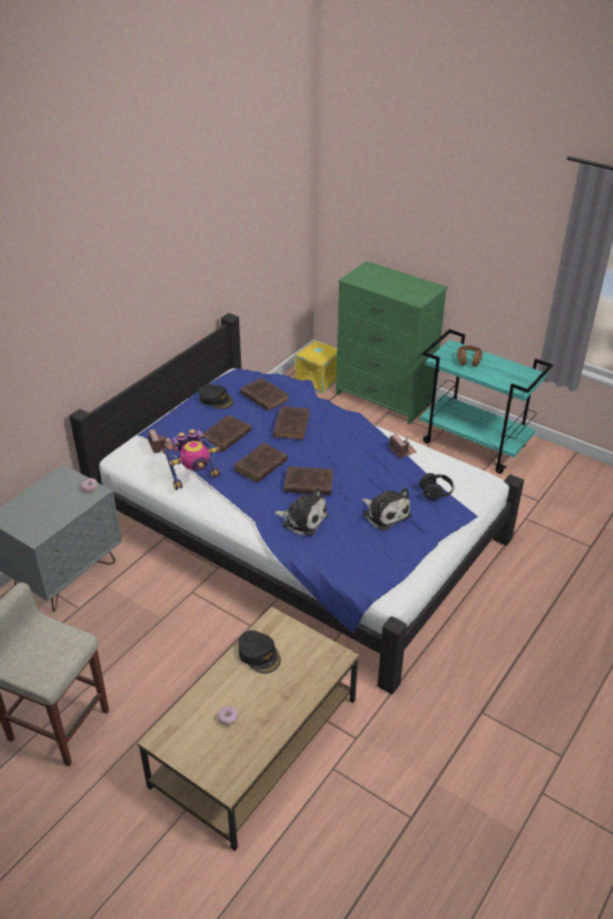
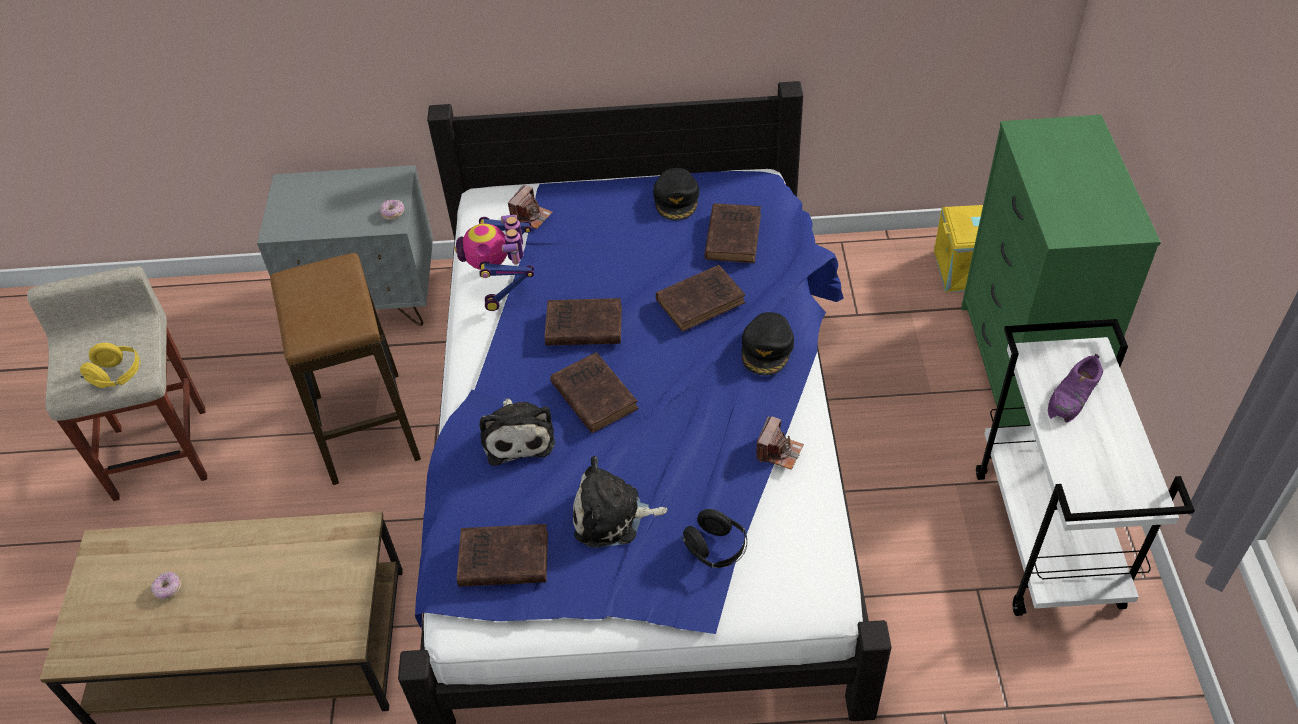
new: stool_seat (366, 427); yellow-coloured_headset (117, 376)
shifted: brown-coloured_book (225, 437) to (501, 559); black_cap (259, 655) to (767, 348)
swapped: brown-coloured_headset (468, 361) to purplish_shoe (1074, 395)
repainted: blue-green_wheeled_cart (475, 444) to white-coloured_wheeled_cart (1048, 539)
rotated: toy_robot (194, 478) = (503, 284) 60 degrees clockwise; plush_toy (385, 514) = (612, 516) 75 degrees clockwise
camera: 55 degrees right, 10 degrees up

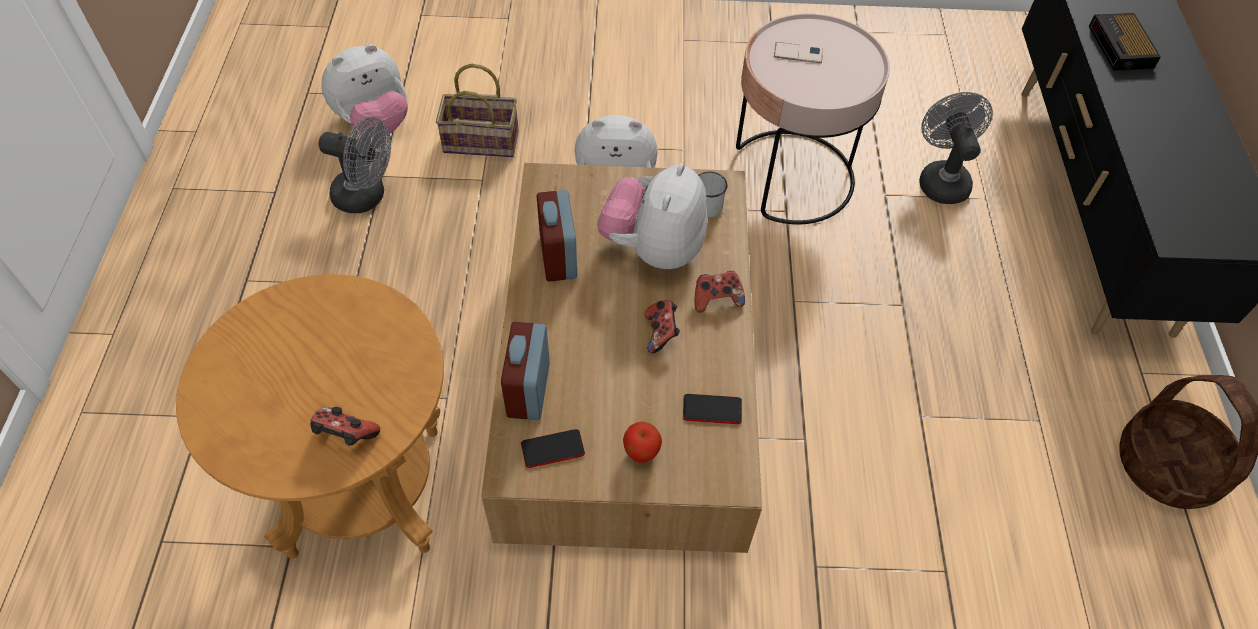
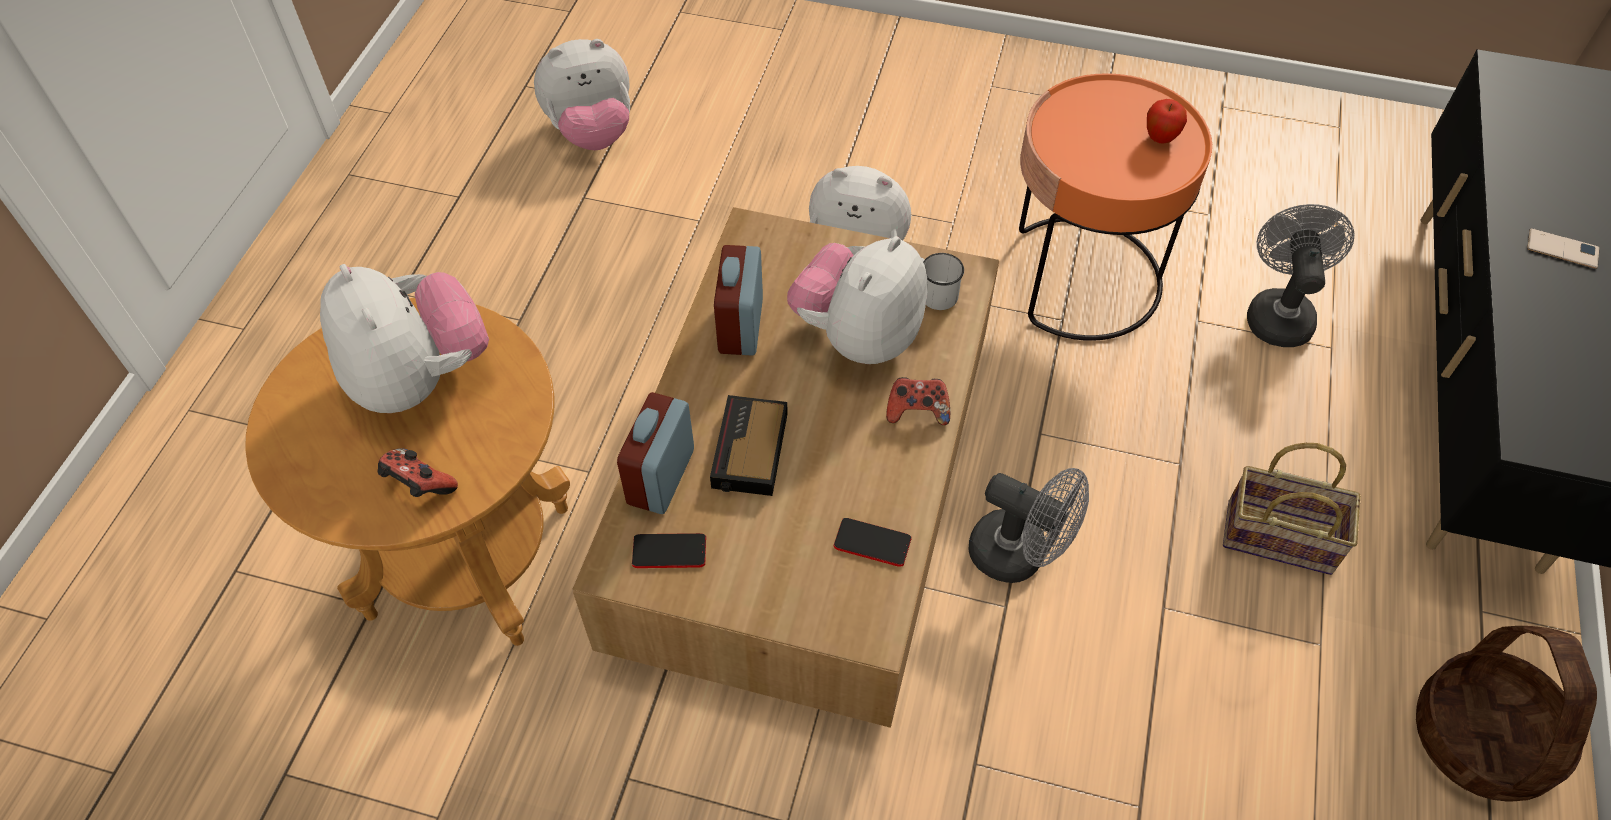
gone: joypad (661, 333)
new: plush_toy (419, 379)
shifted: bedside_clock (1121, 48) to (749, 452); telephone (798, 53) to (1562, 249); basket (483, 141) to (1282, 536); gray_cooling_fan (367, 197) to (1019, 556); whole_apple (641, 453) to (1160, 138)
repainted: pink_accent_table (791, 177) to orange_accent_table (1080, 278)
camera: 15 degrees right, 0 degrees up

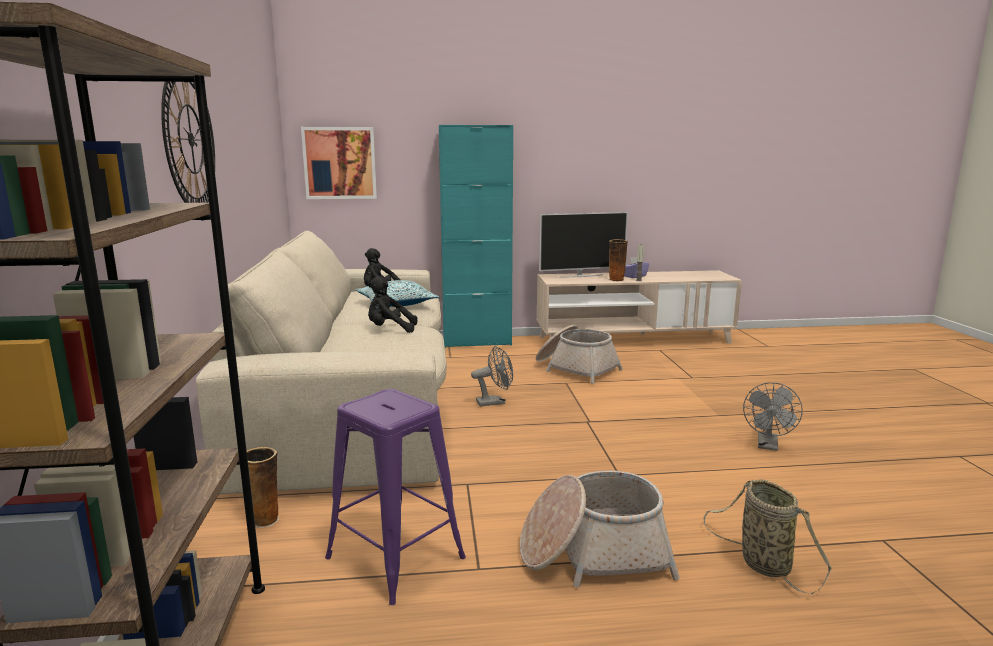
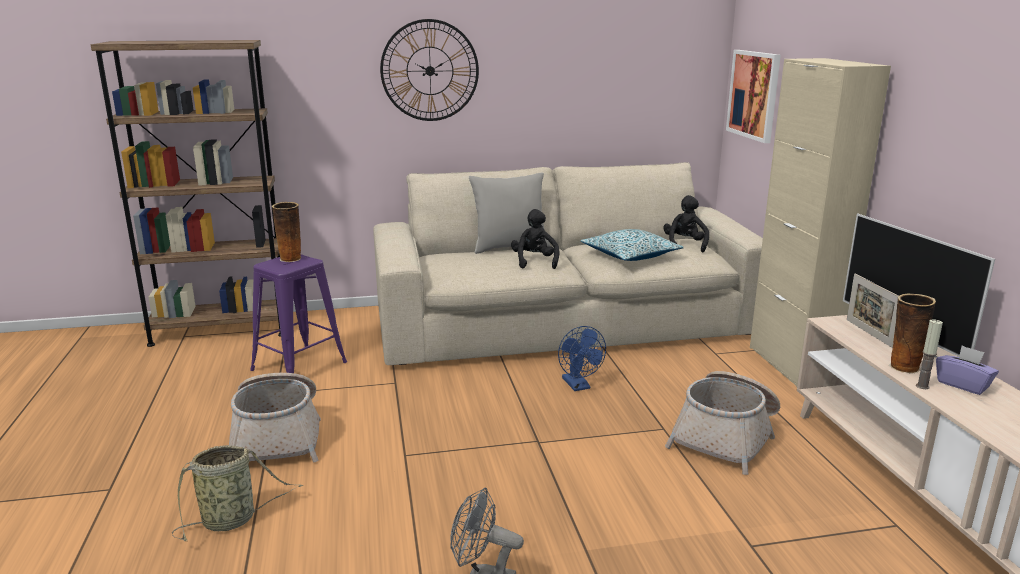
new: gray_pillow (509, 247); standing_frame (868, 333)
shifted: vase (266, 519) to (291, 259)
repainted: blue-green_cabinet (477, 342) to beige-coloured_cabinet (791, 365); gray_cooling_fan (495, 402) to blue_cooling_fan (578, 386)
camera: 85 degrees right, 5 degrees up

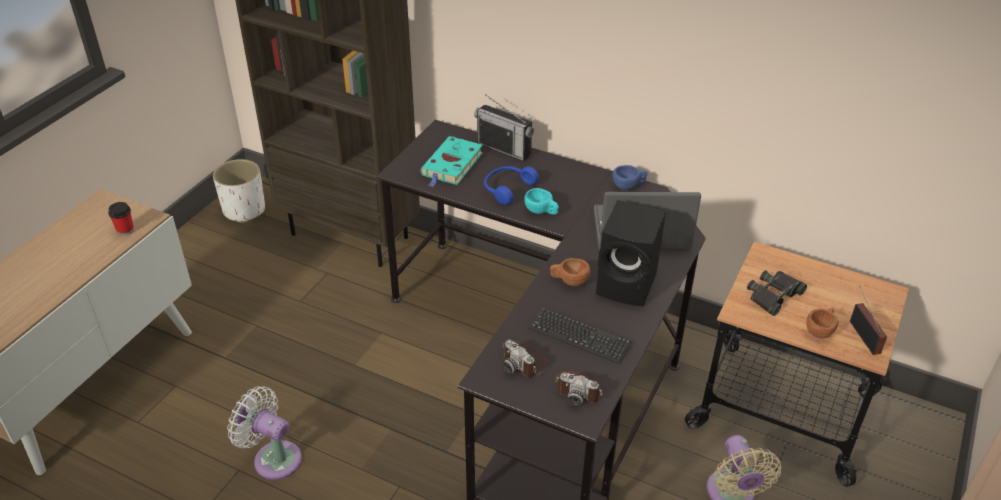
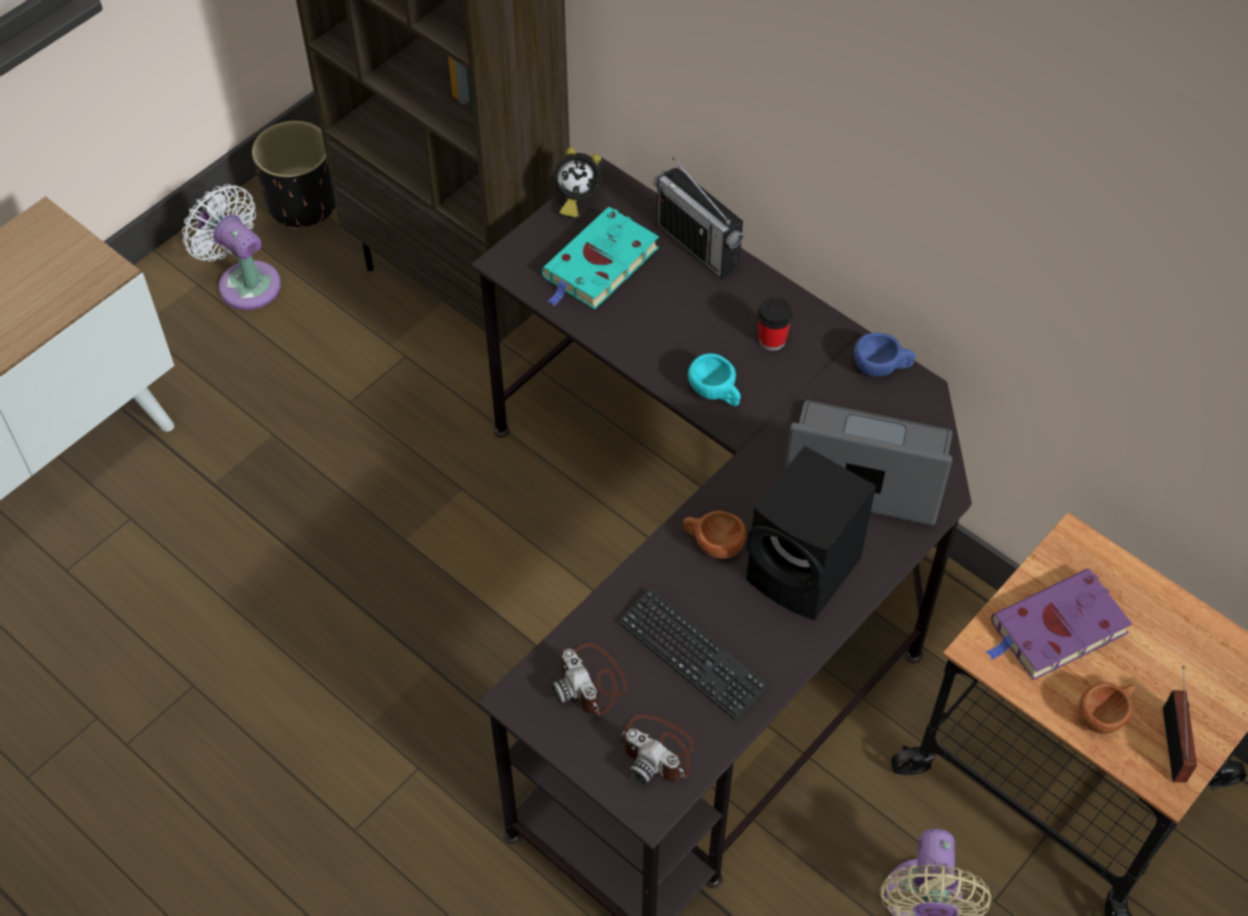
gone: blue_headset (507, 189)
new: bedside_clock (576, 199)
shifted: drinking_cup (125, 230) to (772, 340); white-coloured_cooling_fan (273, 458) to (245, 281)
swapped: black_binoculars (774, 295) to purplish_book (1055, 630)
repainted: white-coloured_flower_pot (244, 210) to black_flower_pot (303, 204)
camera: 15 degrees right, 15 degrees up

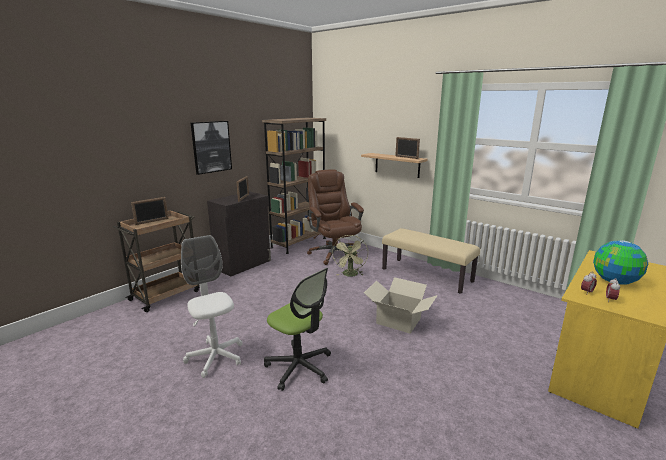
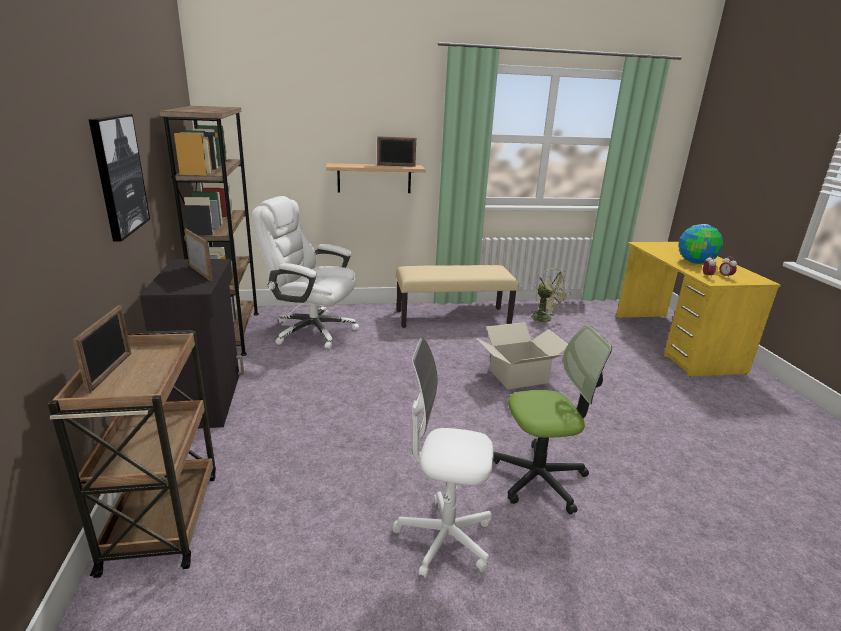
shifted: green-coloured_cooling_fan (350, 275) to (545, 319)
repainted: brown-coloured_computer_chair (334, 253) to white-coloured_computer_chair (312, 330)
camera: 50 degrees left, 5 degrees up

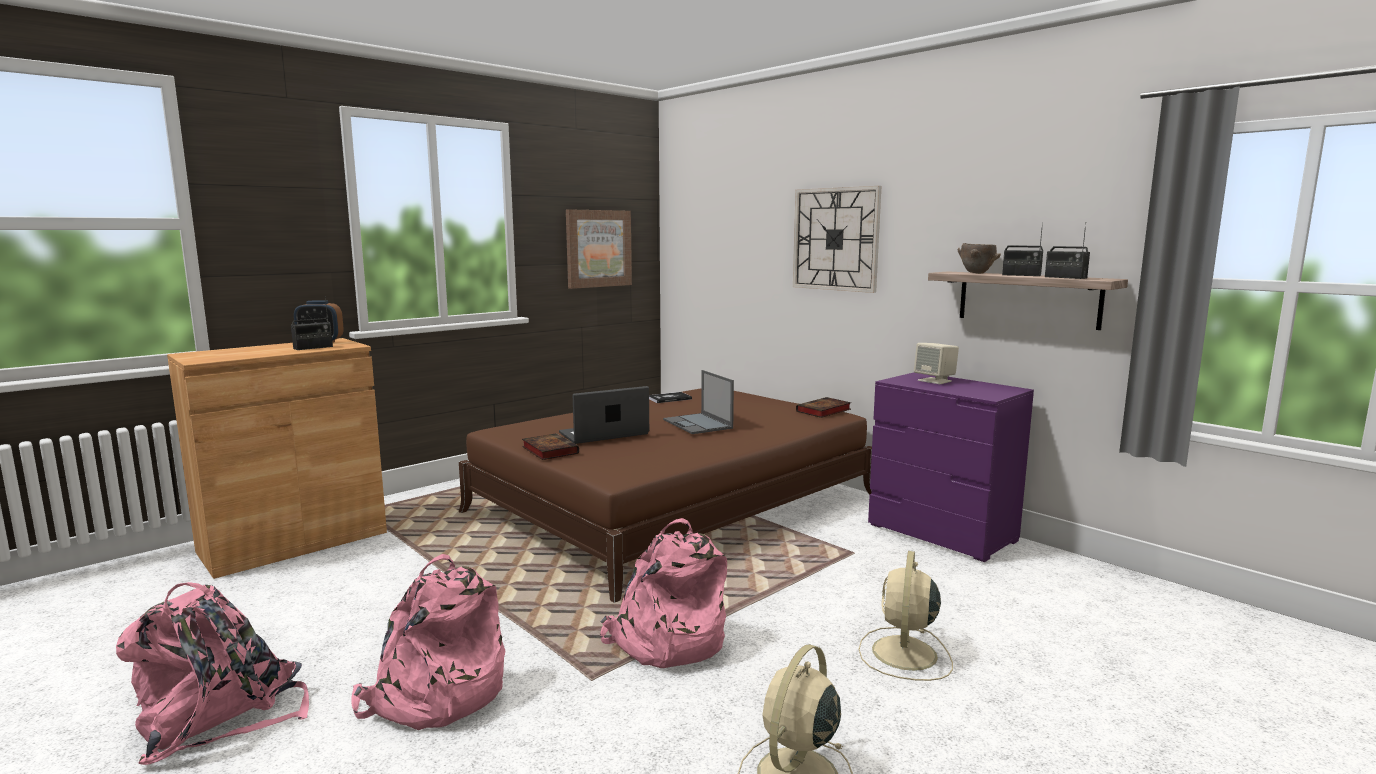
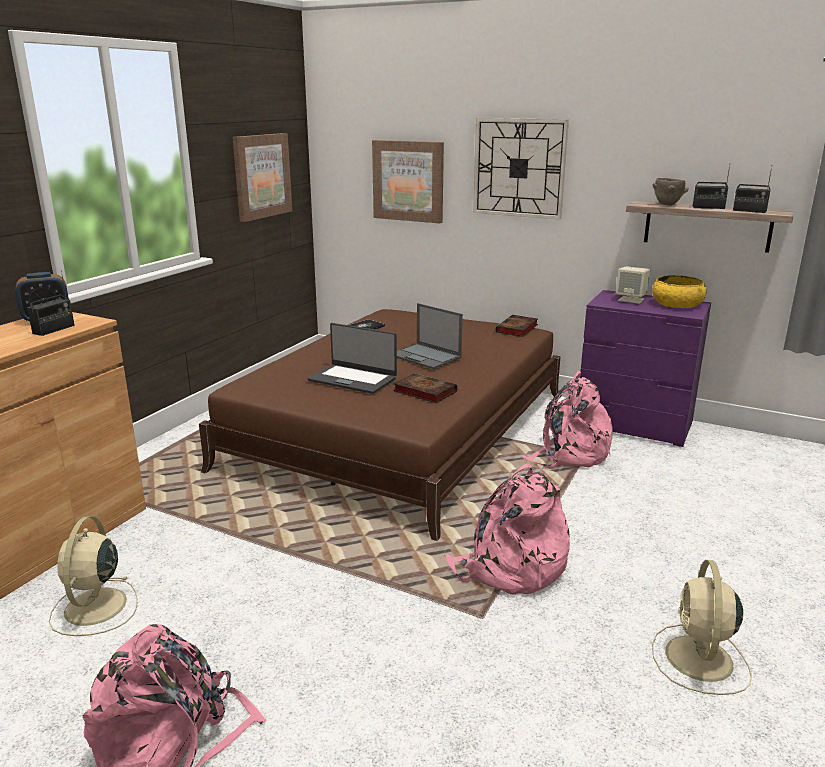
new: wall_art (408, 181); yellow-coloured_bowl (677, 304)
shifted: book (548, 450) to (423, 391); beige-coloured_cooling_fan (904, 654) to (94, 608); pink_rucksack (435, 695) to (569, 453)
rotated: laptop (604, 434) = (353, 379) 105 degrees counterclockwise
camera: 20 degrees left, 10 degrees up

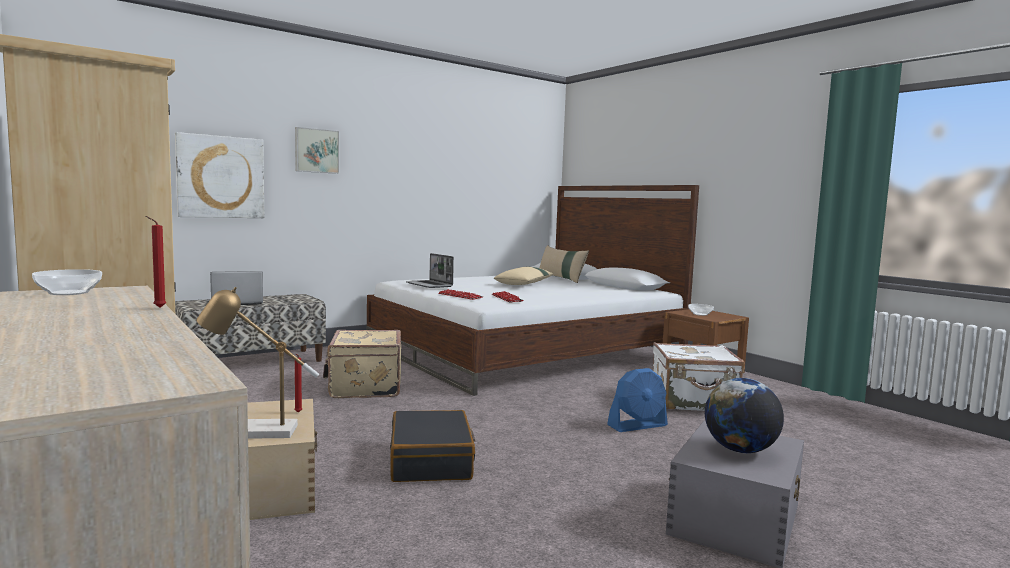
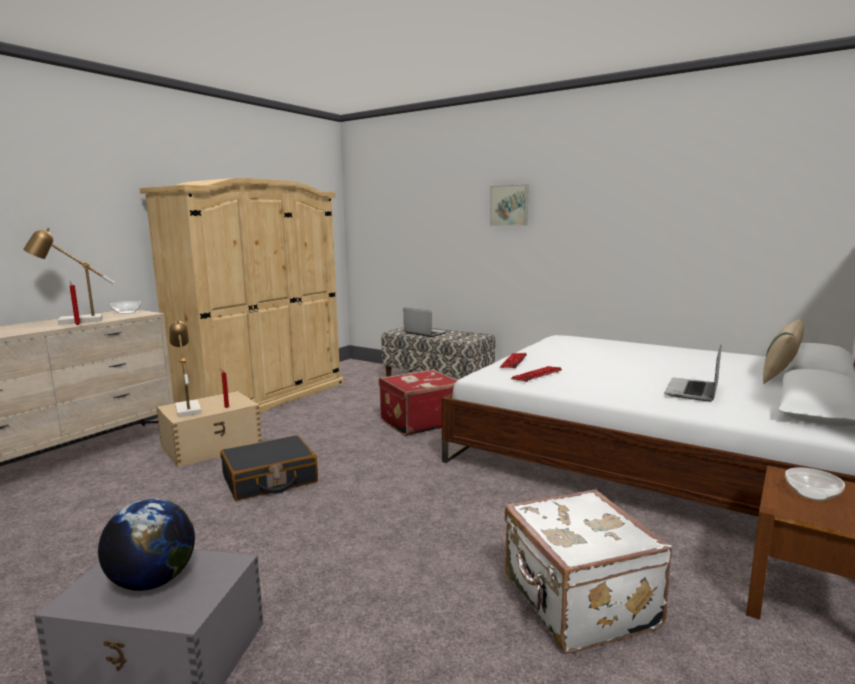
gone: wall_art (220, 177); beige-coloured_pillow (525, 284); blue_cooling_fan (637, 425)
new: lamp_for_a_table (74, 321)
shifted: laptop (430, 285) to (693, 391)
repainted: beige-coloured_travel_case (364, 387) to reddish_travel_case (419, 422)
camera: 70 degrees right, 5 degrees up

